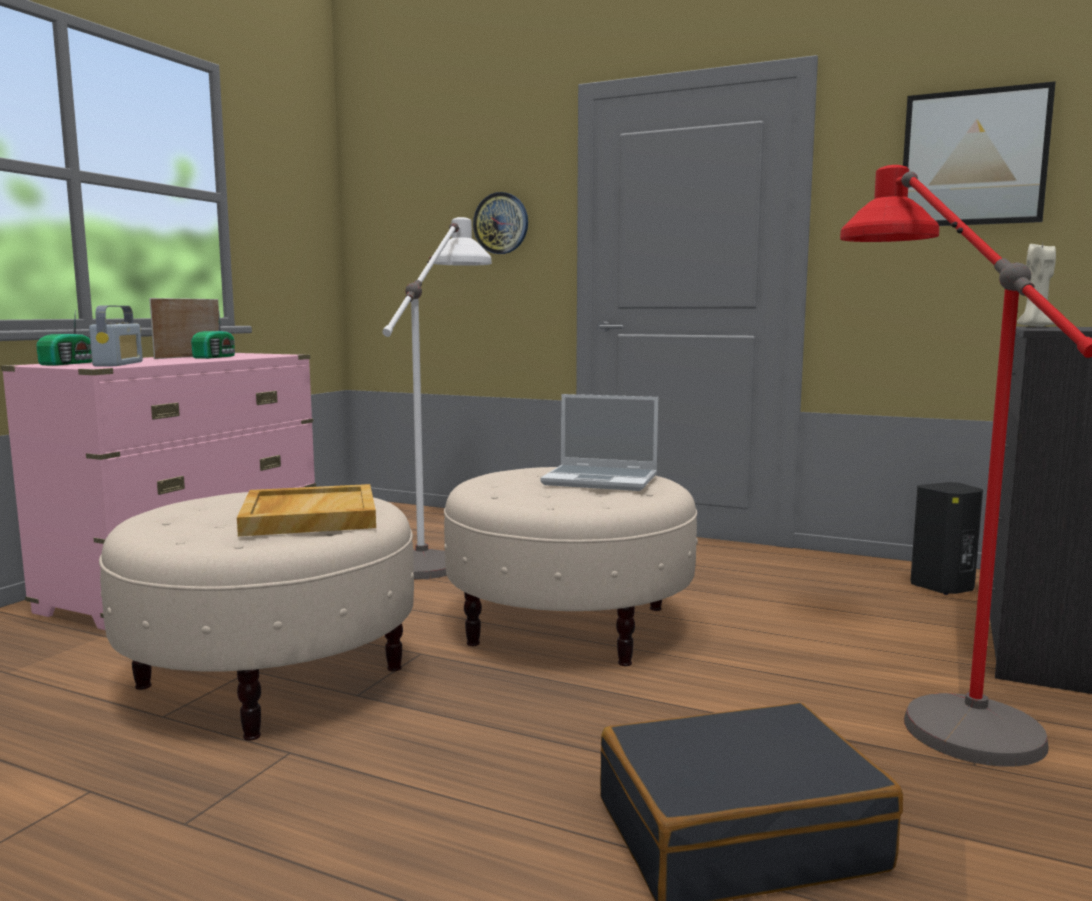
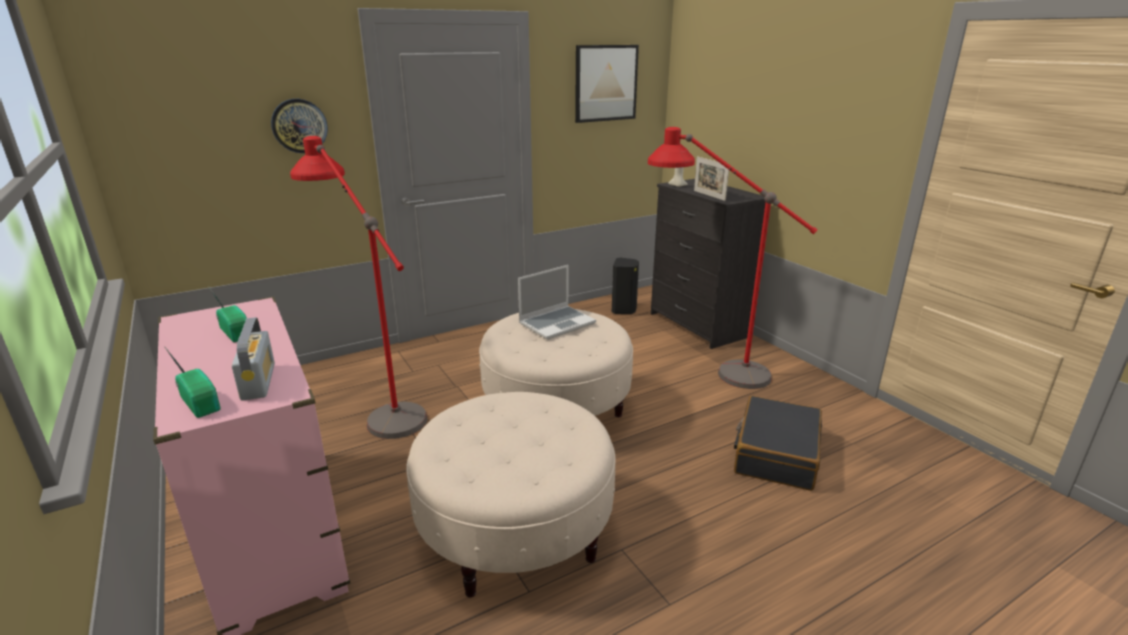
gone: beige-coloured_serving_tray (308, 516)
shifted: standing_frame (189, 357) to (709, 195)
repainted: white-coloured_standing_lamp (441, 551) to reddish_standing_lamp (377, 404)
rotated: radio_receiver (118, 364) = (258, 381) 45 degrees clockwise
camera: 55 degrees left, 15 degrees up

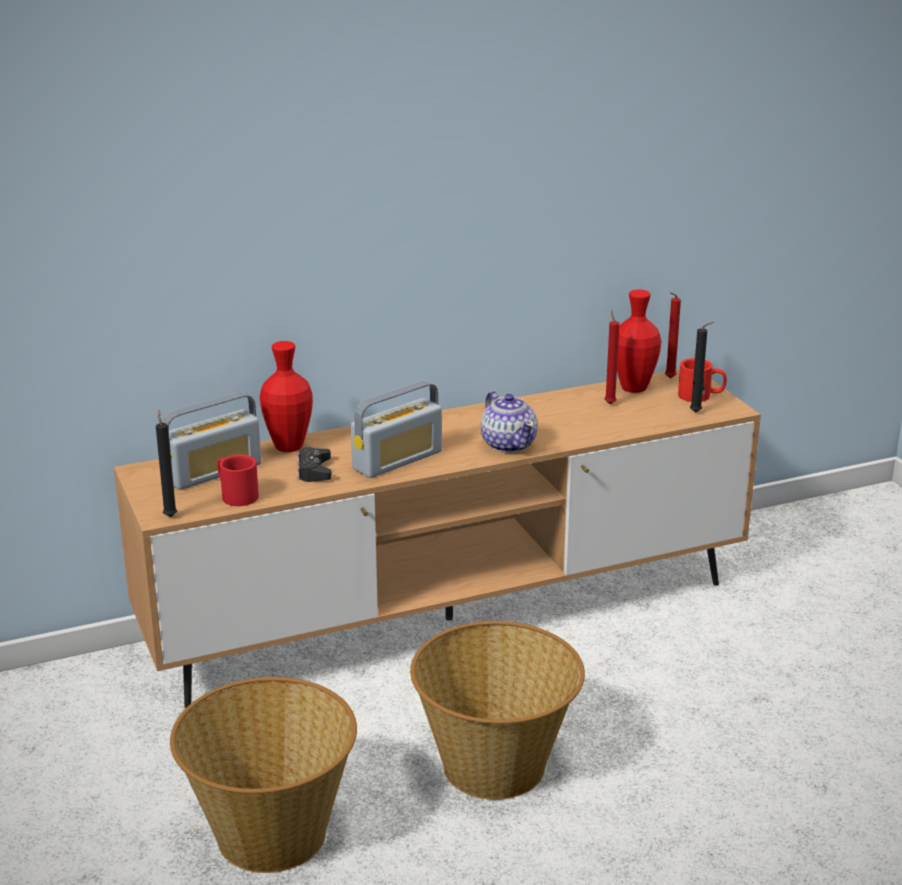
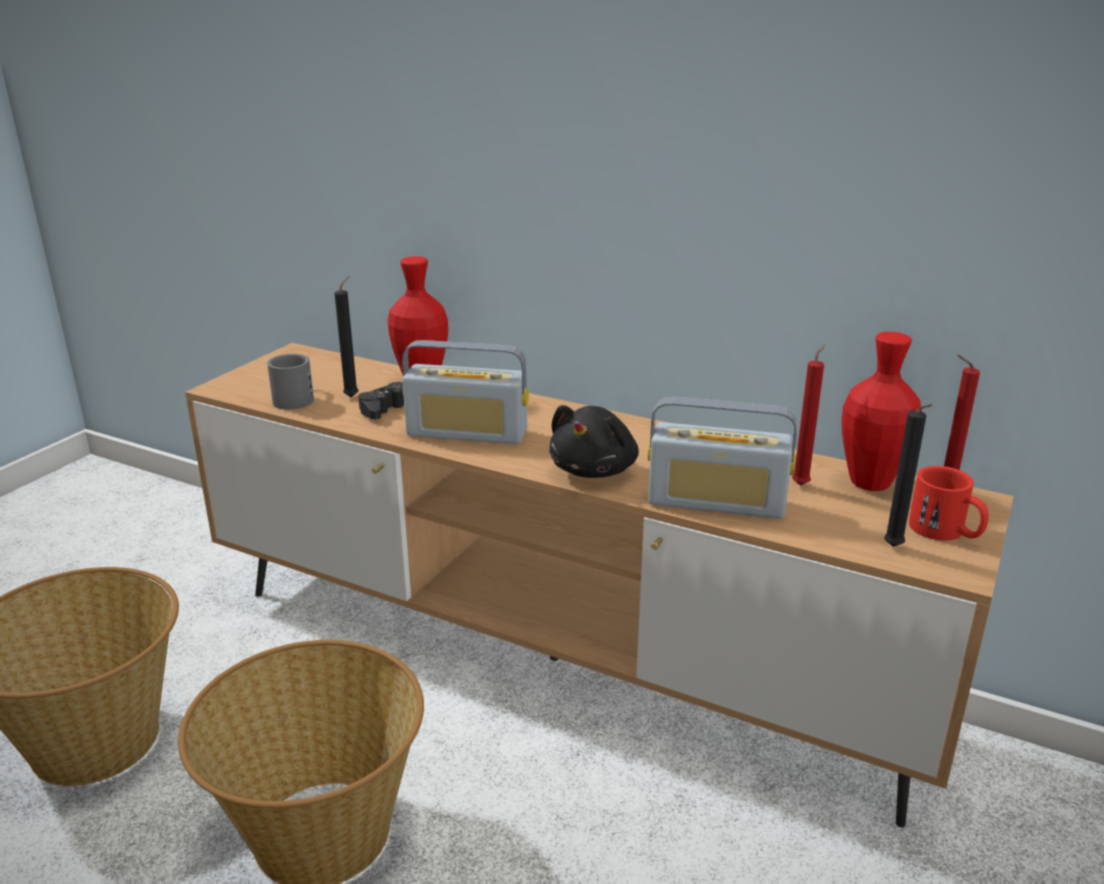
shifted: radio_receiver (213, 472) to (716, 502); black_wax_light (170, 515) to (353, 396)
swapped: teapot (508, 444) to black_plush_toy (595, 470)
repainted: reddish_tea_mug (235, 494) to gray_tea_mug (297, 397)
camera: 50 degrees right, 0 degrees up

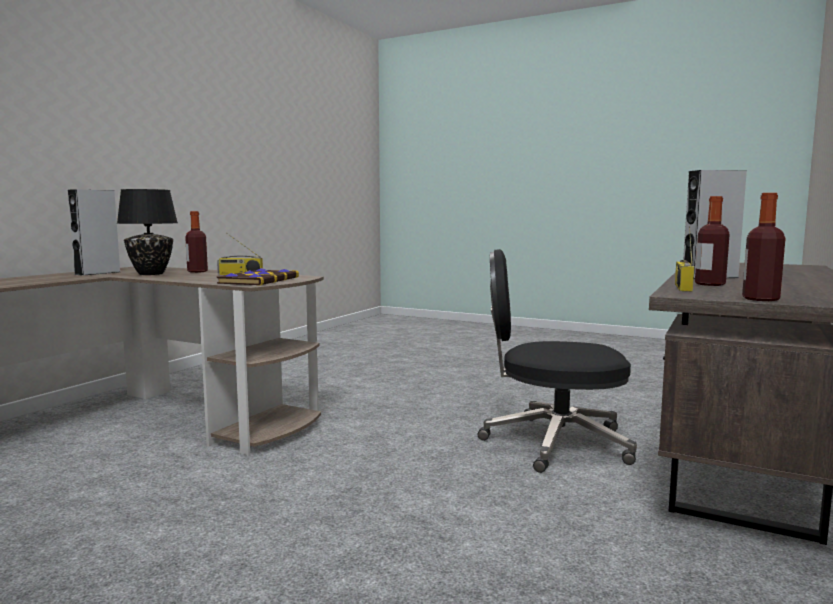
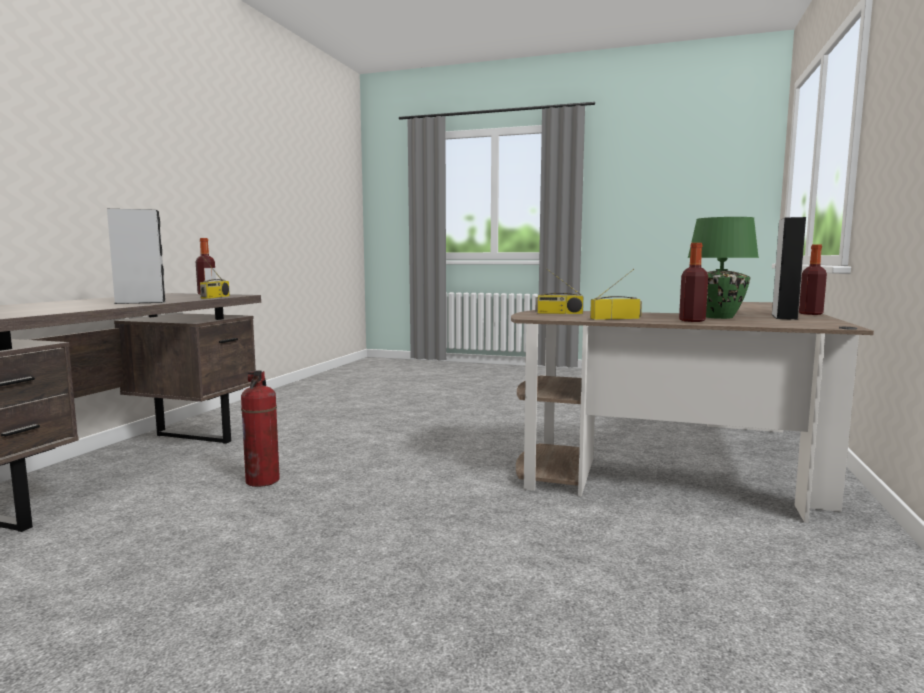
shifted: beverage_bottle (709, 284) to (810, 314)
swapped: black_computer_chair (553, 443) to fire-fighting_cylinder (263, 481); book (258, 280) to radio_receiver (558, 313)
repainted: black_lamp_for_a_table (151, 274) to green-coloured_lamp_for_a_table (718, 317)
camera: 170 degrees right, 0 degrees up

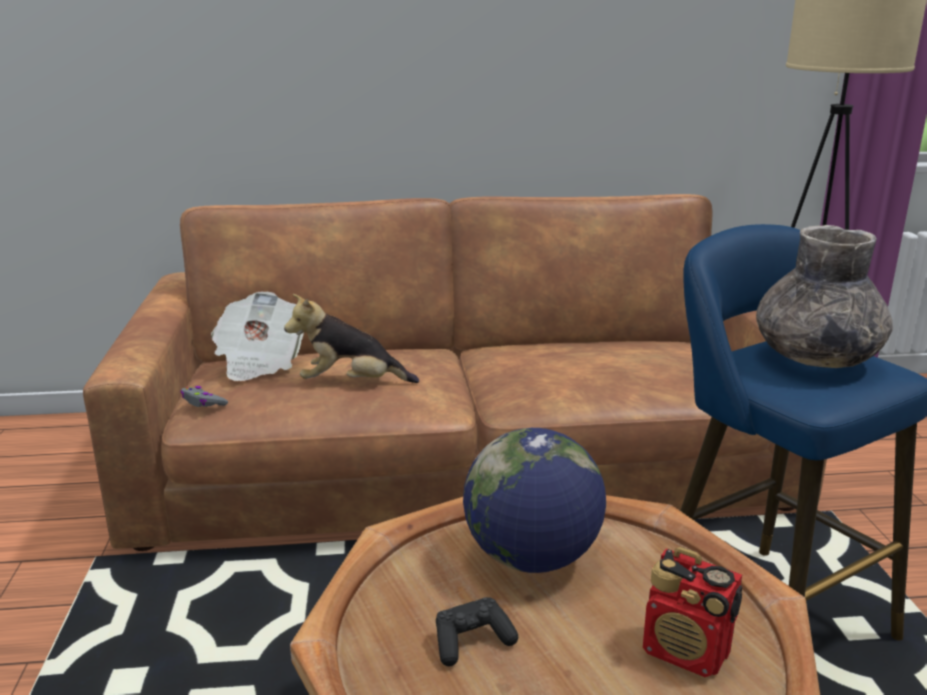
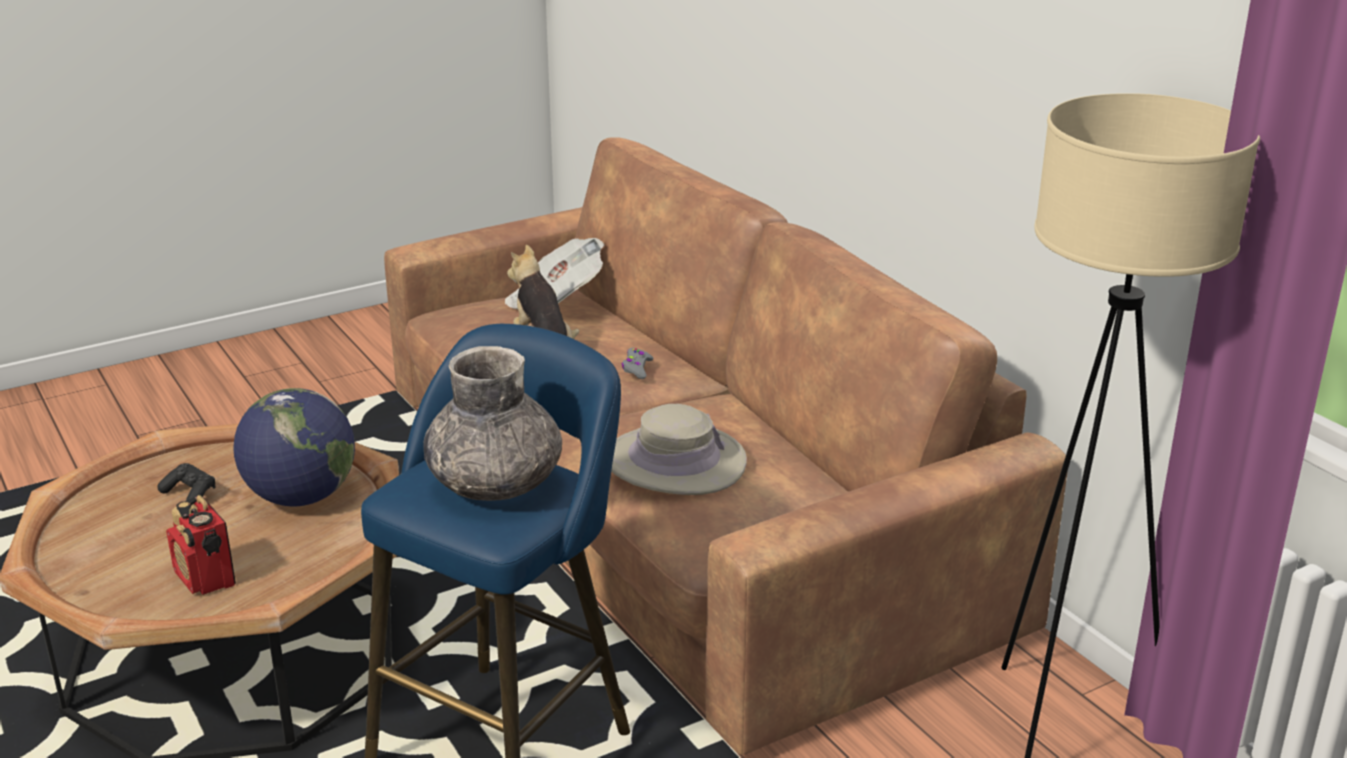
new: beige-coloured_clothing_hat (674, 462)
shifted: gray_joypad (203, 403) to (637, 368)
rotated: radio_receiver (686, 653) = (205, 579) 45 degrees counterclockwise
camera: 65 degrees right, 5 degrees up

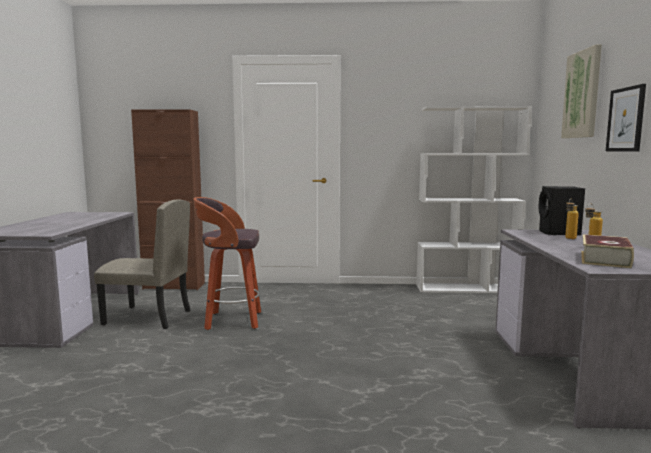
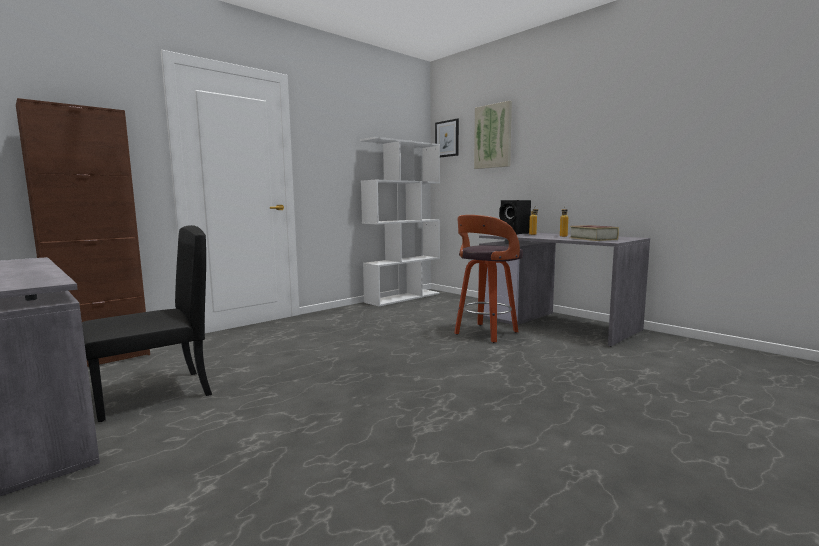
shifted: wall_art (626, 119) to (447, 138); stool_seat (232, 321) to (485, 334)
repainted: beige-coloured_chair (147, 317) to black_chair (153, 395)
camera: 45 degrees left, 0 degrees up

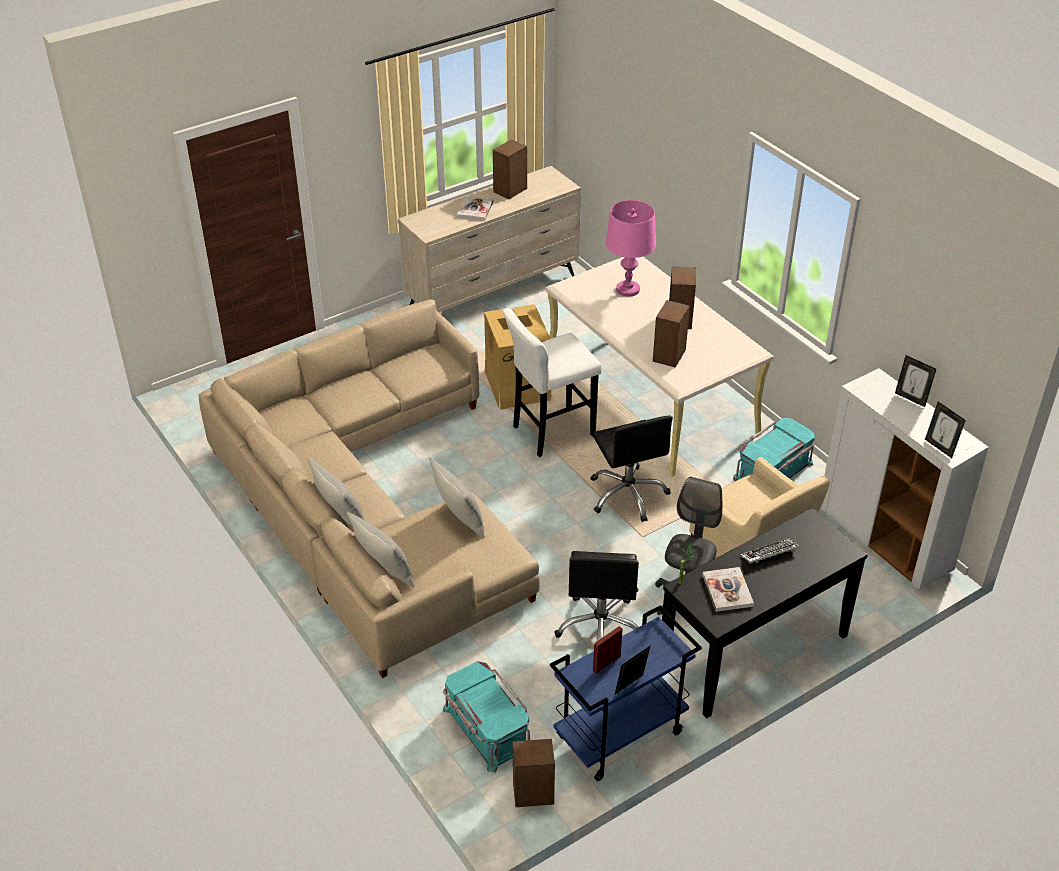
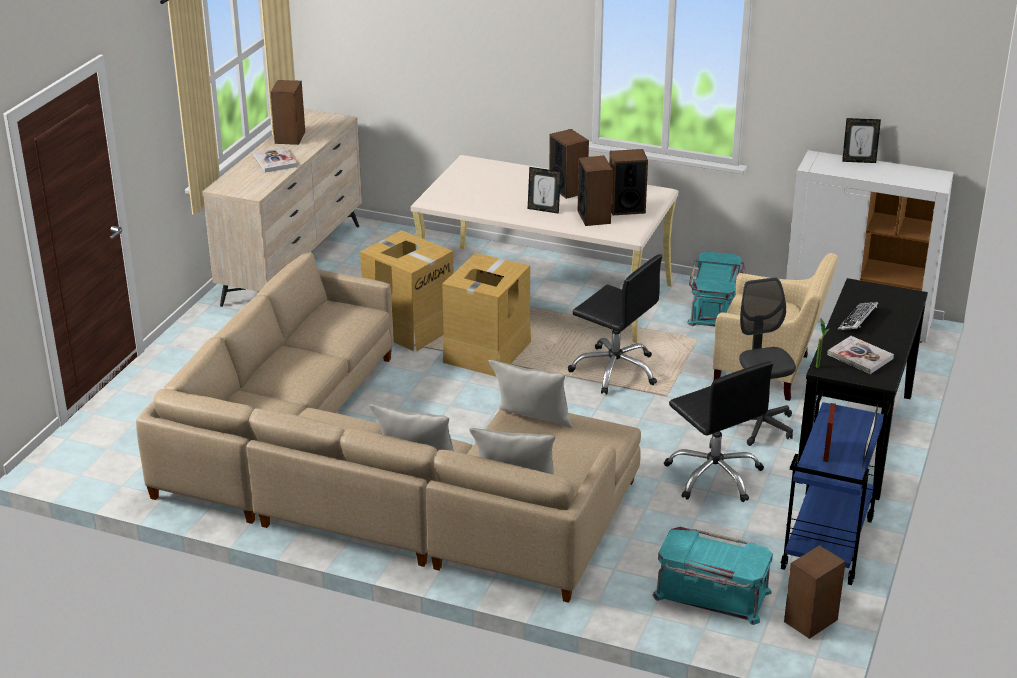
gone: pink_lamp_for_a_table (627, 289)
new: audio_speaker (626, 208)
shifted: standing_frame (940, 447) to (543, 210)
swapped: white-coloured_stool_seat (550, 432) to carton (486, 351)
camera: 35 degrees left, 10 degrees down

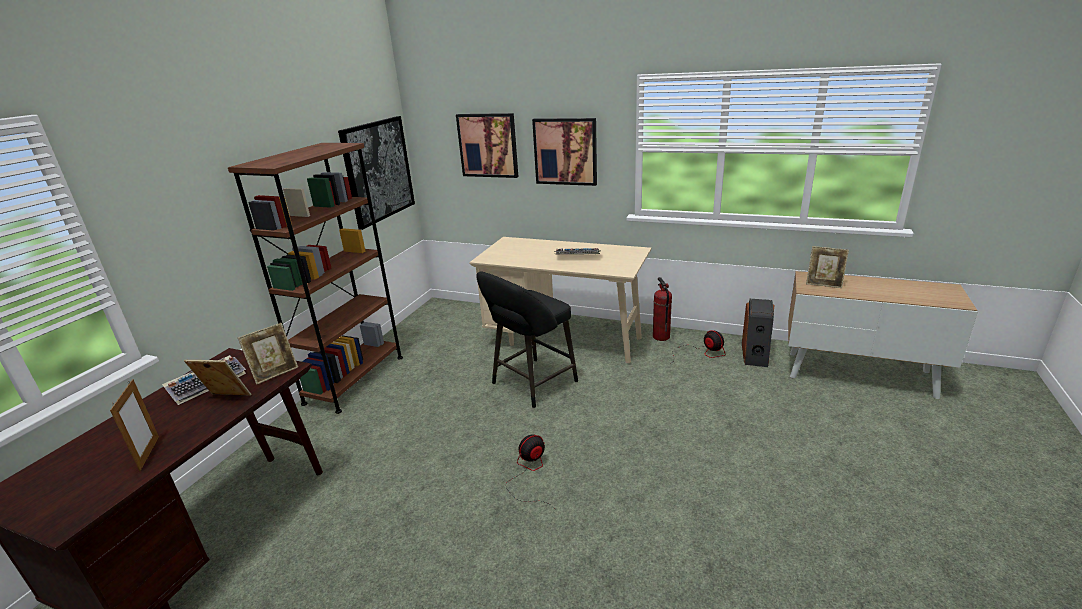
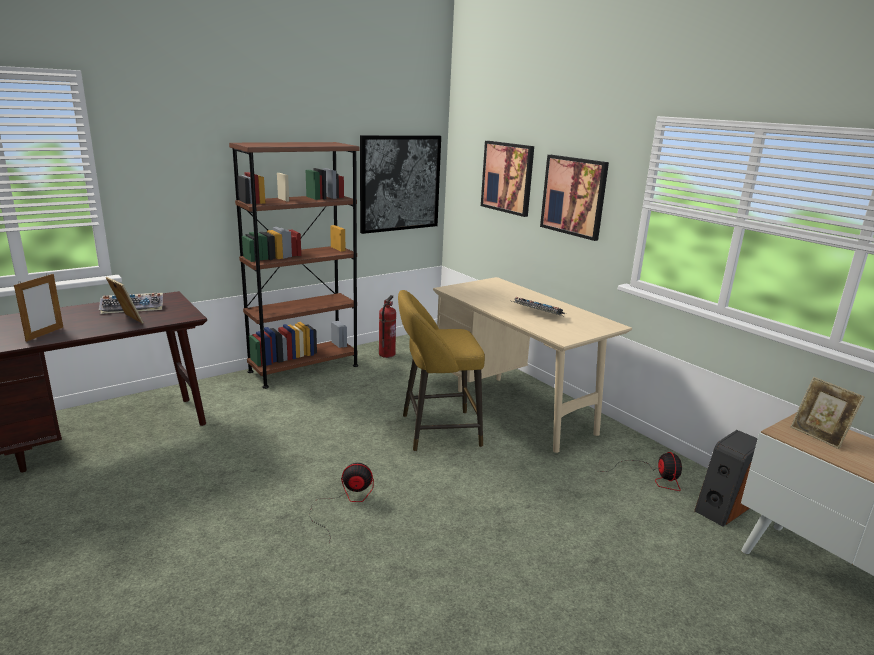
gone: standing_frame (275, 373)
shifted: fire-fighting_cylinder (660, 337) to (386, 354)
repainted: black_stool_seat (531, 385) to yellow-coloured_stool_seat (435, 431)
camera: 30 degrees right, 5 degrees down

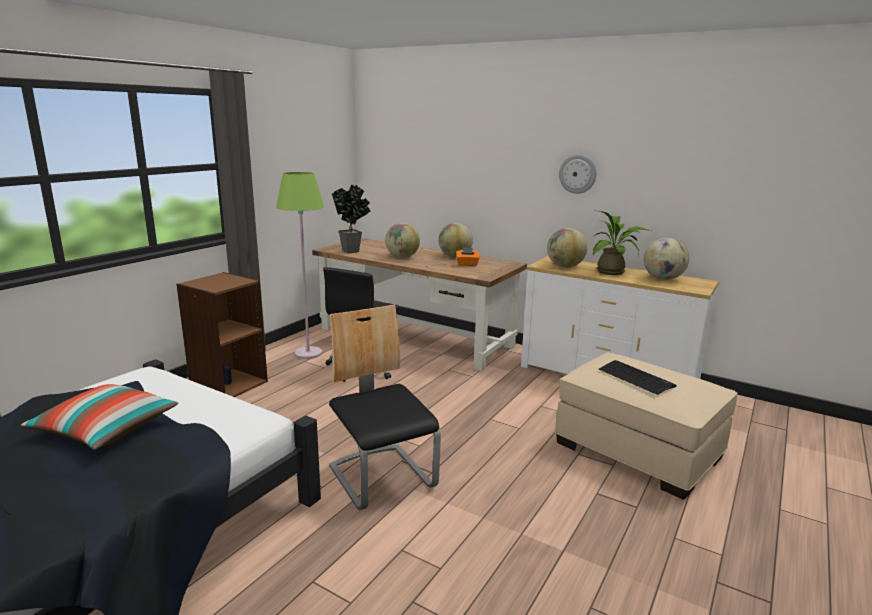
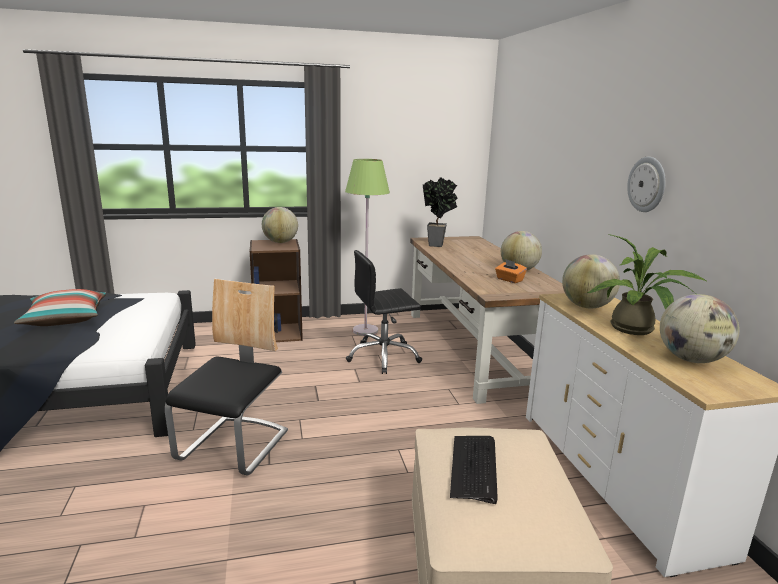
shifted: world_globe (402, 257) to (280, 242)
camera: 45 degrees right, 0 degrees up

